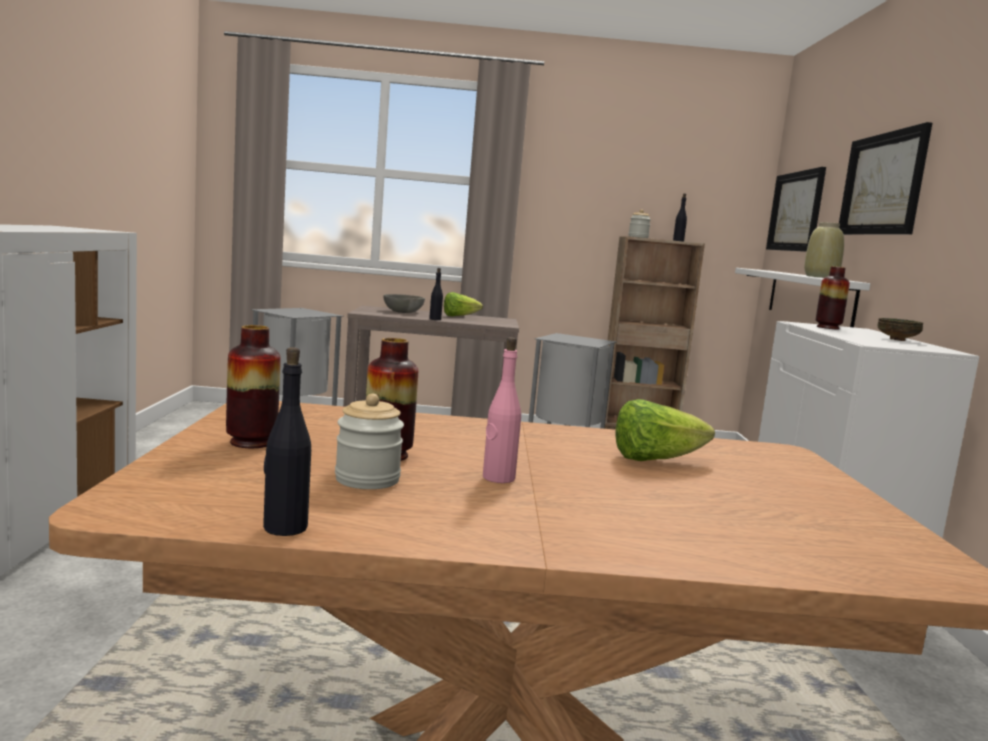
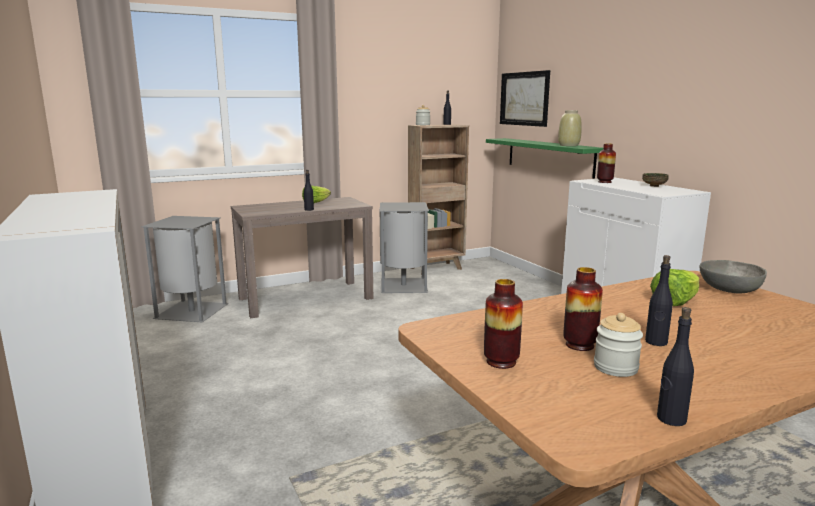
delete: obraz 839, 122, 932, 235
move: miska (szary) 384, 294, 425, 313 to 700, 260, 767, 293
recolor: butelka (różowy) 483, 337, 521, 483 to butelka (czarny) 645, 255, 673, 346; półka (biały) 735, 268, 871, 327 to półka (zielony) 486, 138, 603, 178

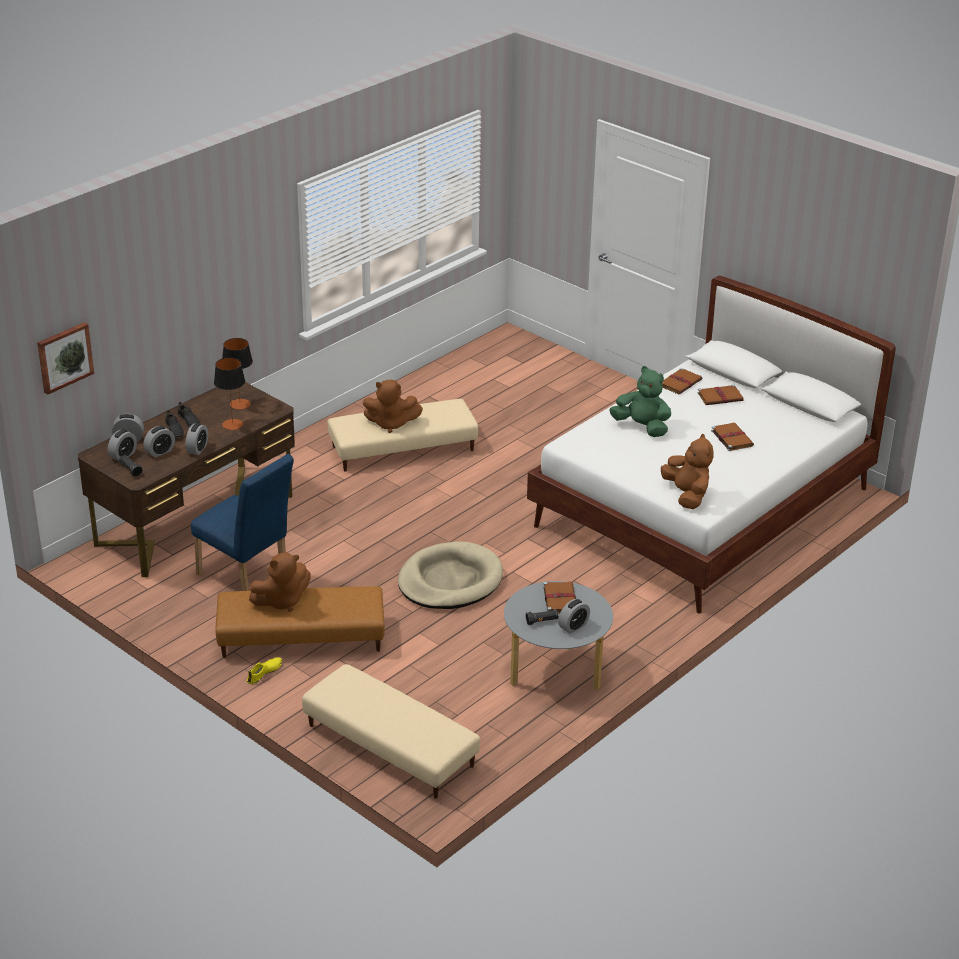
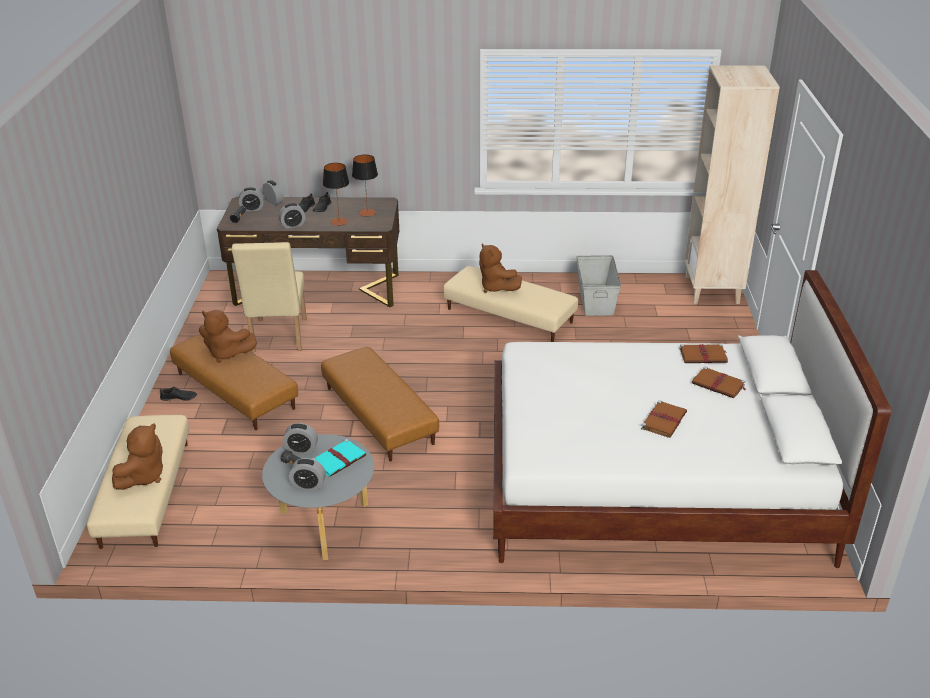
delete: obraz 37, 322, 94, 395; pluszak (zielony) 609, 366, 671, 437
insert: pojemnik do przechowywania (szary) 576, 255, 621, 316; regał (beżowy) 685, 66, 780, 304
move: budzik 144, 426, 175, 458 to 283, 423, 318, 454; pluszak (brązowy) 661, 434, 713, 509 to 112, 424, 163, 490
replace: legowisko (beżowy) 398, 541, 503, 609 to pufa (brązowy) 321, 347, 439, 461
recolor: krzesło (niebieski) 191, 454, 294, 591 to krzesło (beżowy) 232, 242, 307, 352; but (żółty) 247, 657, 282, 684 to but (czarny) 160, 387, 197, 401; książka (brązowy) 543, 582, 576, 613 to książka (turkusowy) 312, 439, 366, 477

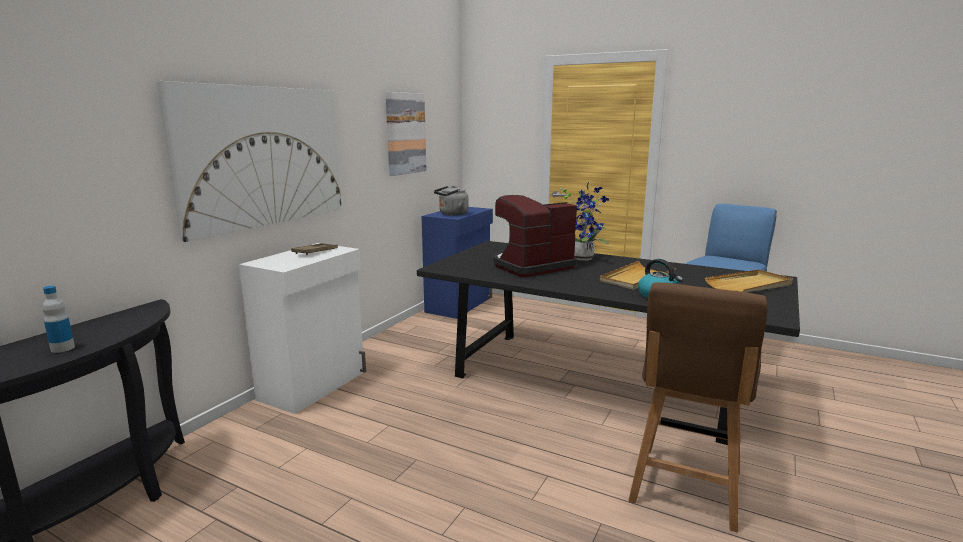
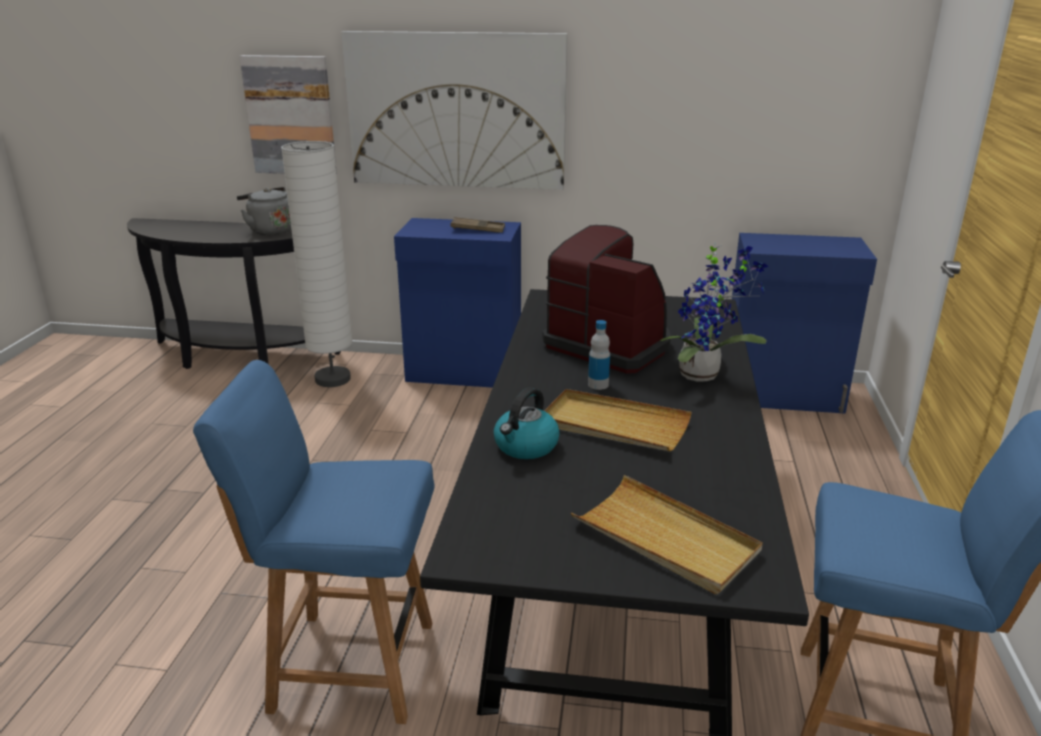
insert: lampa stojąca (biały) 281, 141, 353, 387
move: butelka 42, 286, 75, 353 to 588, 320, 610, 390; obraz 386, 92, 426, 176 to 240, 55, 337, 174; czajnik (szary) 434, 185, 468, 216 to 237, 187, 291, 235
recolor: szafka (biały) 239, 243, 366, 414 to szafka (niebieski) 394, 218, 521, 388; krzesło (brązowy) 628, 282, 768, 532 to krzesło (niebieski) 193, 360, 434, 724

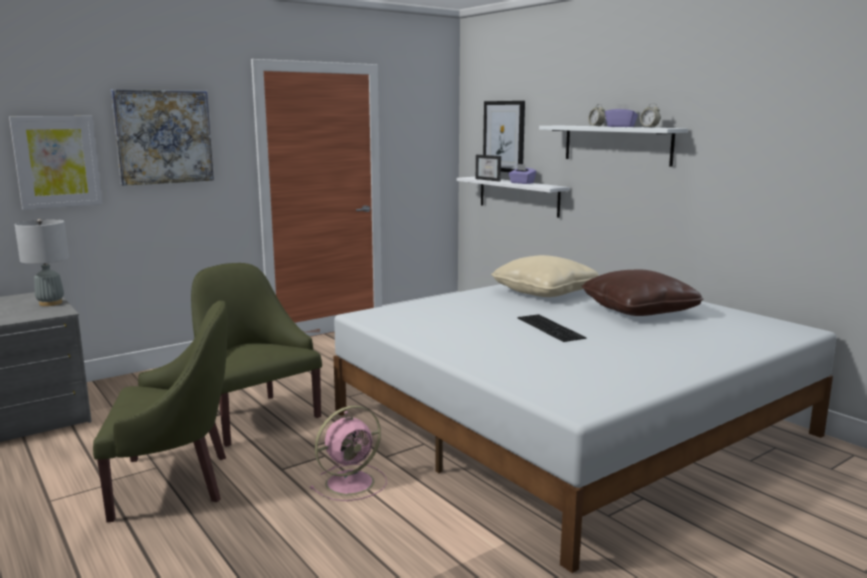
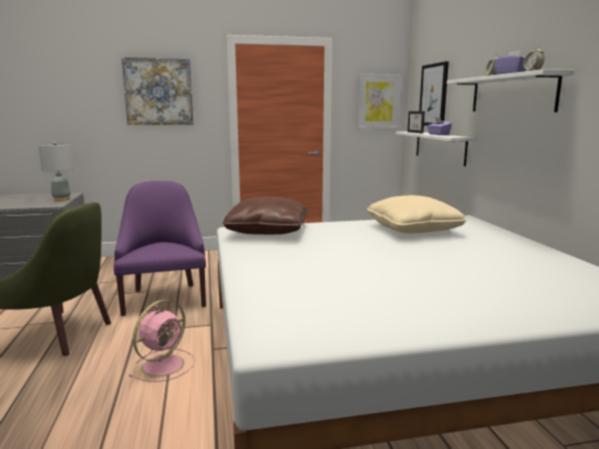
delete: klawiatura 517, 314, 586, 342
move: obraz 9, 116, 102, 210 to 357, 74, 401, 129; poduszka (brązowy) 582, 270, 704, 316 to 222, 196, 308, 235
recolor: fotel (zielony) 191, 263, 322, 447 to fotel (fioletowy) 114, 181, 206, 316
rotate: wentylator (różowy) 310, 405, 387, 501 = 129, 299, 195, 382 45 degrees counterclockwise

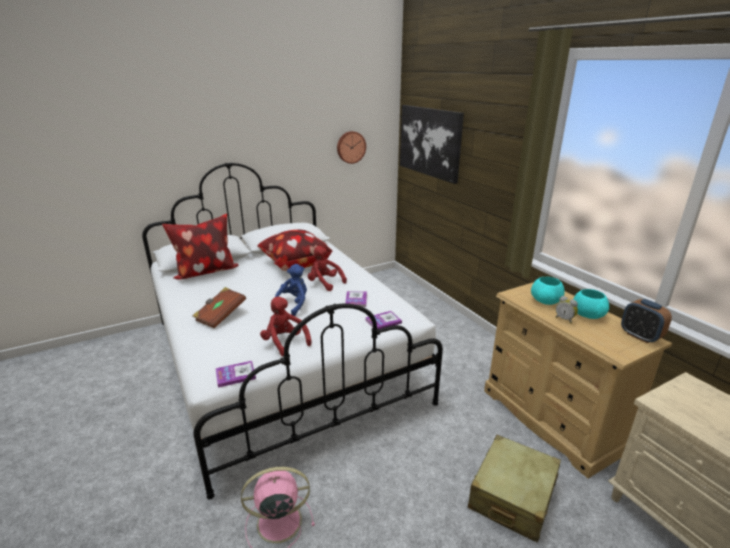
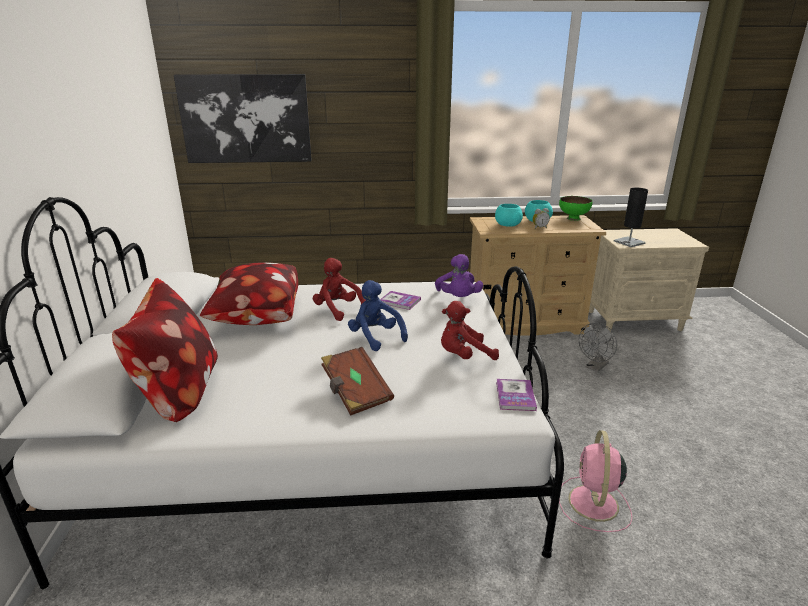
delete: zegar ścienny 337, 131, 366, 164
insert: lampa stołowa (czarny) 614, 188, 648, 247
replace: książka 365, 311, 402, 329 to pluszak (fioletowy) 435, 254, 483, 297; walizka (beżowy) 468, 435, 561, 543 to wentylator (szary) 579, 323, 617, 372; budzik 621, 299, 672, 343 to miska (zielony) 559, 196, 592, 221
rotate: pluszak (czerwony) 308, 246, 347, 291 = 313, 258, 366, 321 75 degrees clockwise

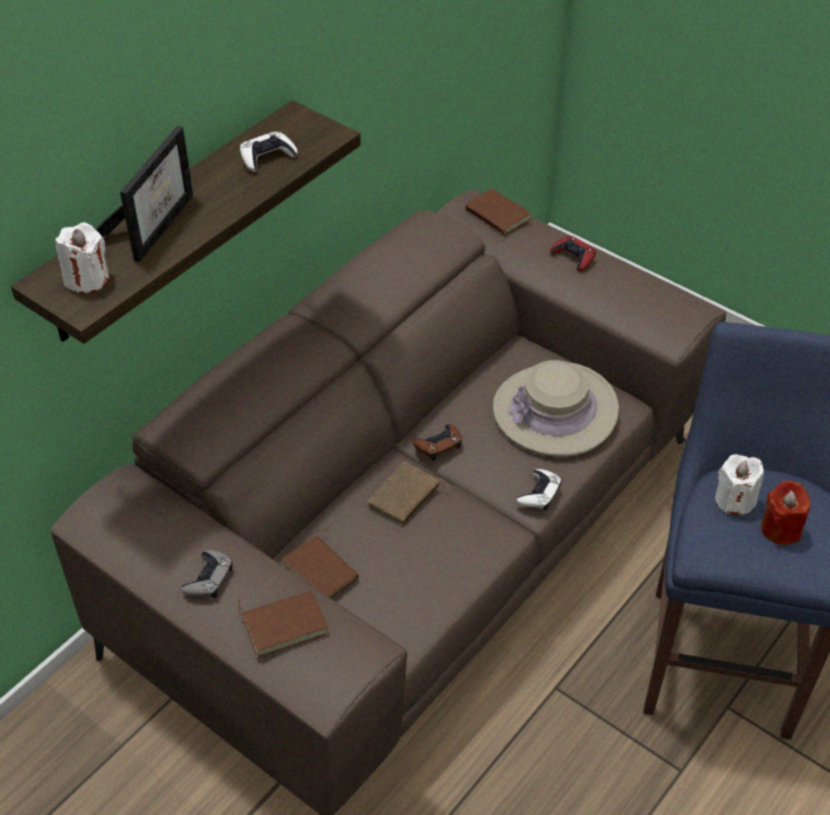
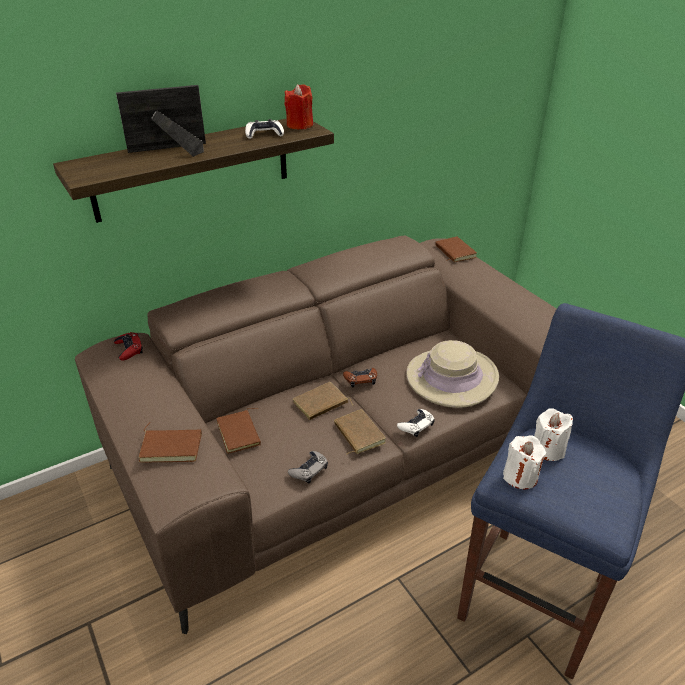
insert: książka (brązowy) 334, 409, 386, 455
move: świeca (biały) 56, 223, 109, 293 to 503, 435, 546, 489; pad do gier (szary) 181, 550, 233, 598 to 288, 451, 328, 483; pad do gier (czerwony) 550, 236, 596, 271 to 114, 332, 143, 361; świeca (czerwony) 761, 480, 811, 545 to 285, 84, 313, 129
rotate: ramka na zdjęcie 95, 126, 193, 262 = 116, 85, 206, 157 150 degrees counterclockwise

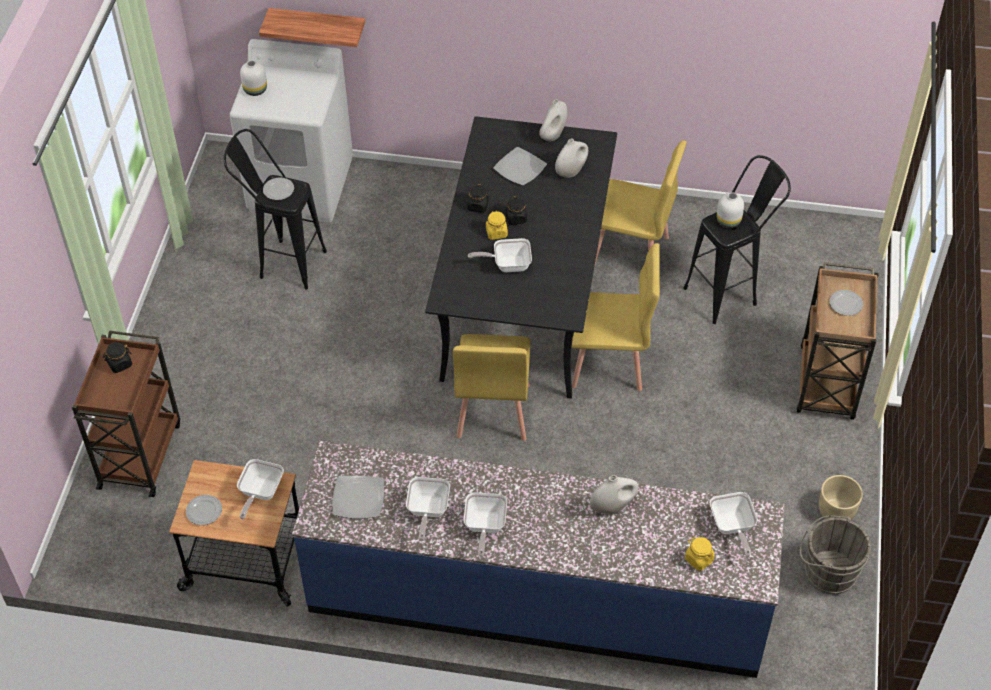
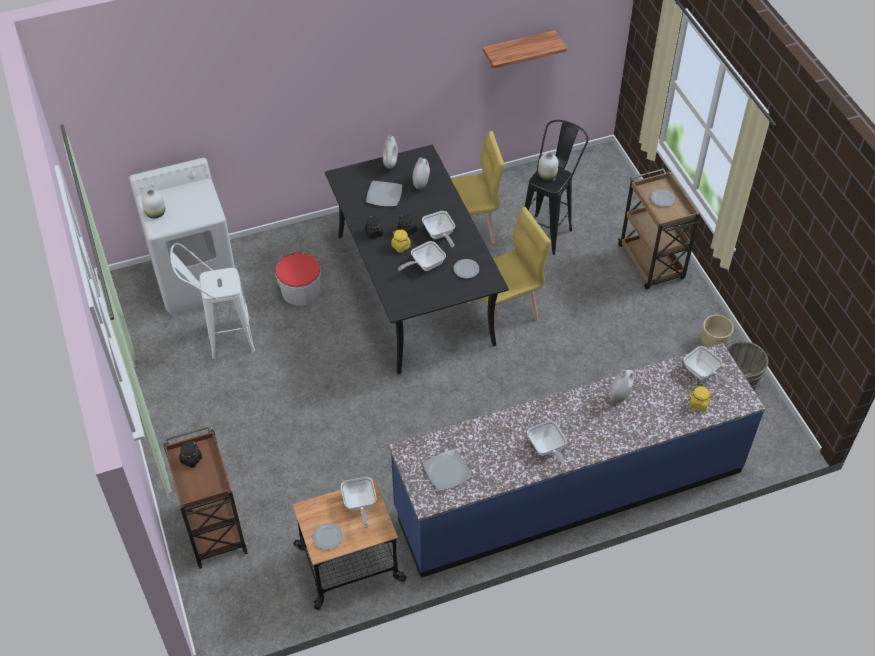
delete: krzesło (żółty) 453, 334, 530, 441
insert: wiadro 275, 252, 321, 306
move: półka 259, 8, 365, 47 to 483, 30, 567, 69; talerz 263, 177, 294, 200 to 453, 259, 479, 278; patelnia 406, 477, 450, 540 to 422, 211, 455, 248
recolor: stołek (czarny) 223, 129, 327, 289 to stołek (biały) 170, 243, 255, 359

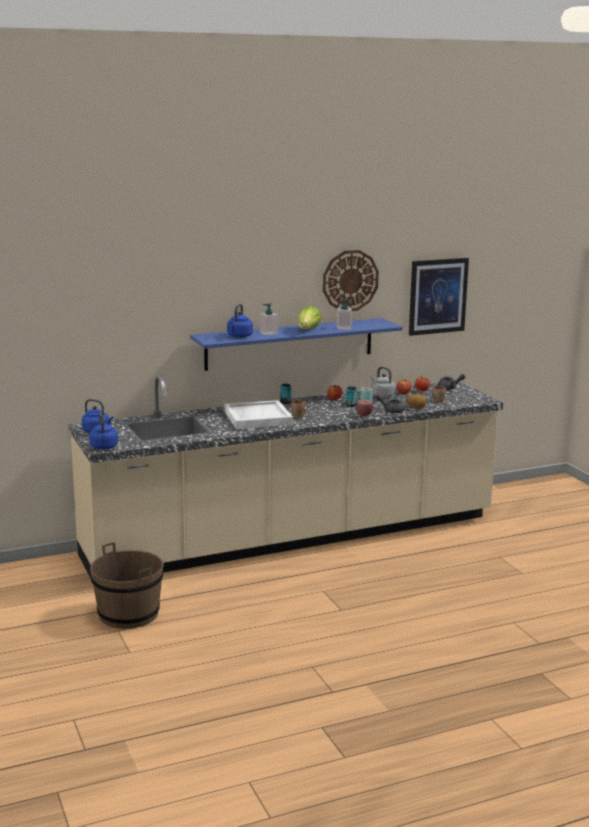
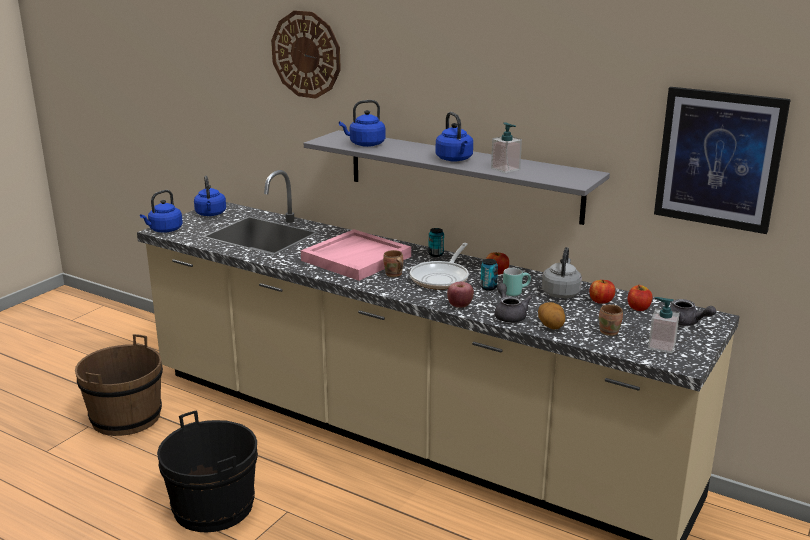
insert: wiadro (czarny) 157, 410, 258, 532; patelnia 410, 243, 469, 290
move: dozownik mydła 260, 303, 278, 336 to 648, 297, 680, 353; zegar ścienny 323, 250, 379, 311 to 271, 11, 341, 99
replace: sałata 298, 306, 321, 329 to czajnik (niebieski) 436, 112, 473, 162
recolor: półka (niebieski) 190, 318, 403, 371 to półka (szary) 304, 130, 610, 225; taca (biały) 224, 400, 293, 429 to taca (różowy) 301, 230, 411, 281

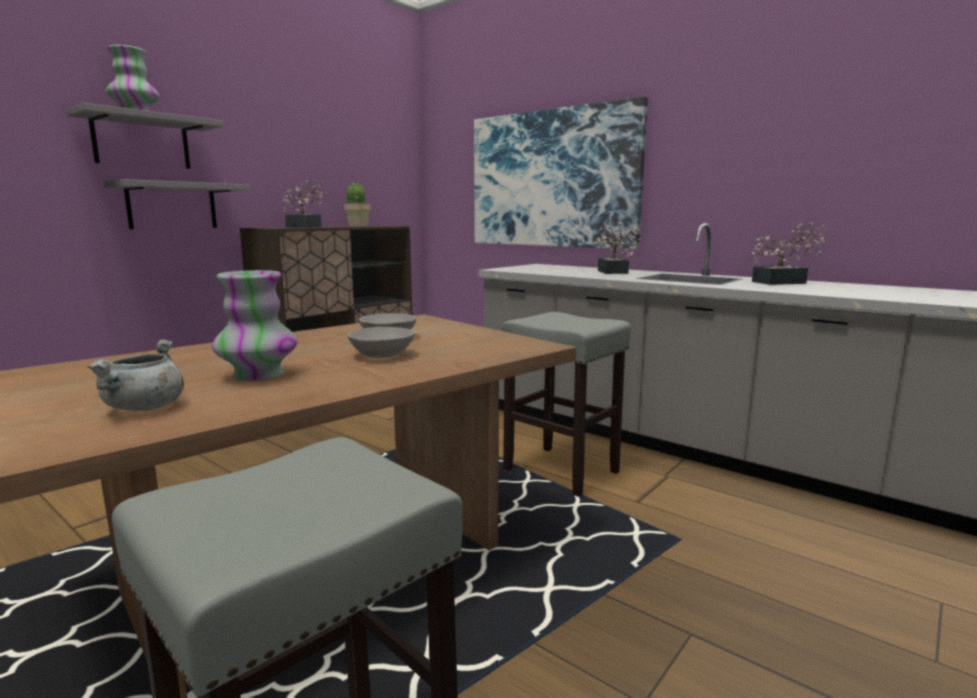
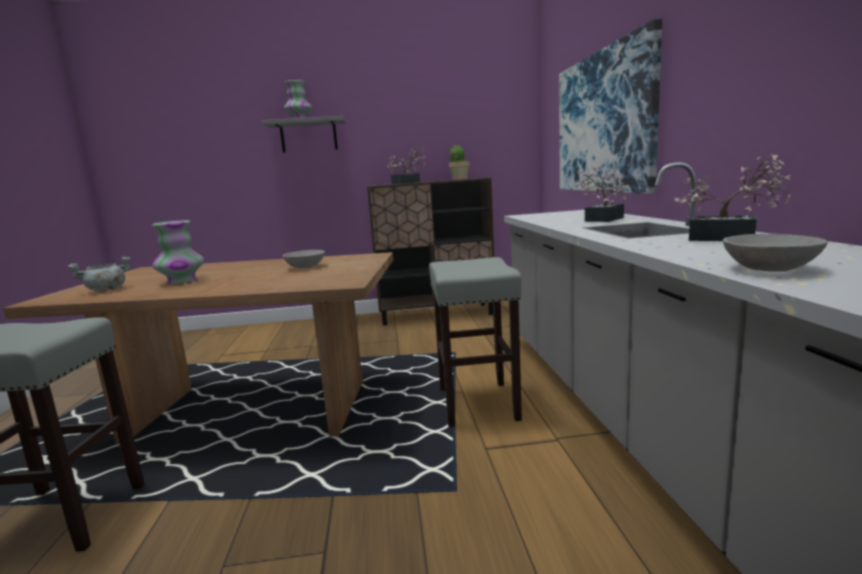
delete: półka (szary) 103, 179, 250, 229
move: miska (szary) 347, 327, 415, 358 to 723, 234, 828, 272

